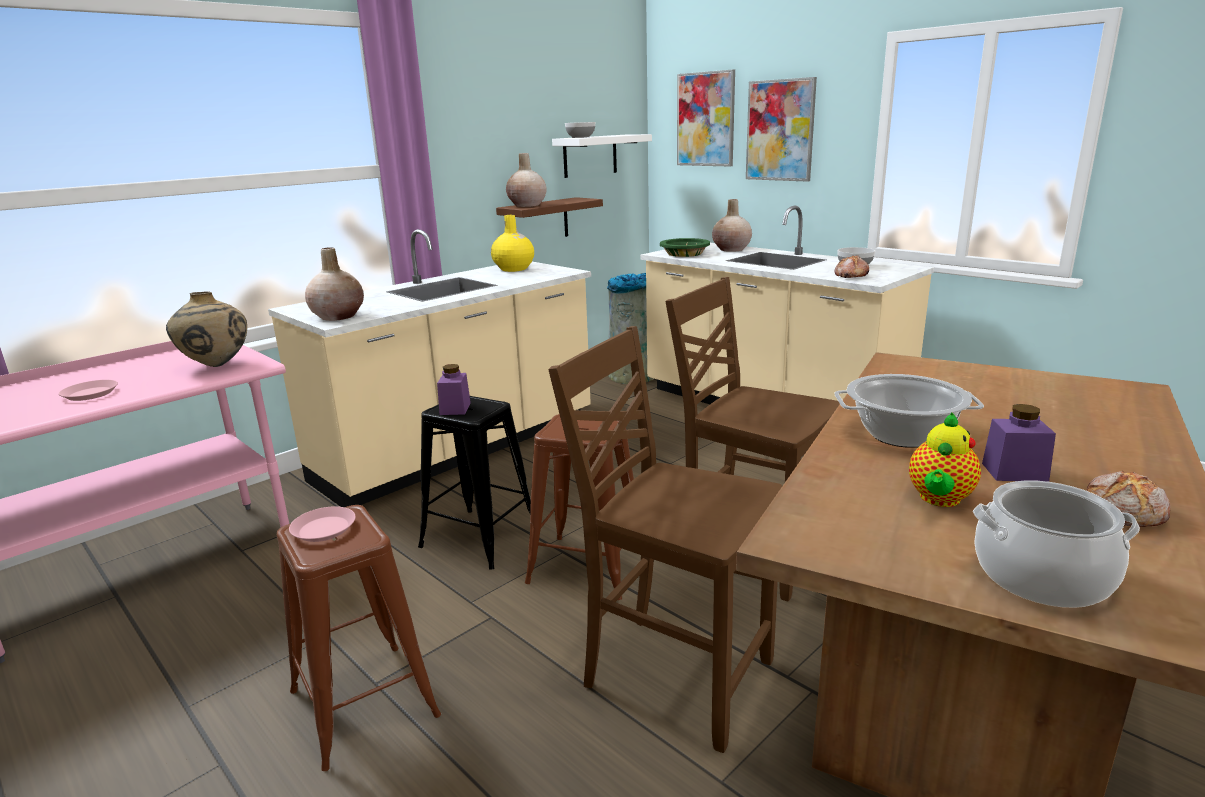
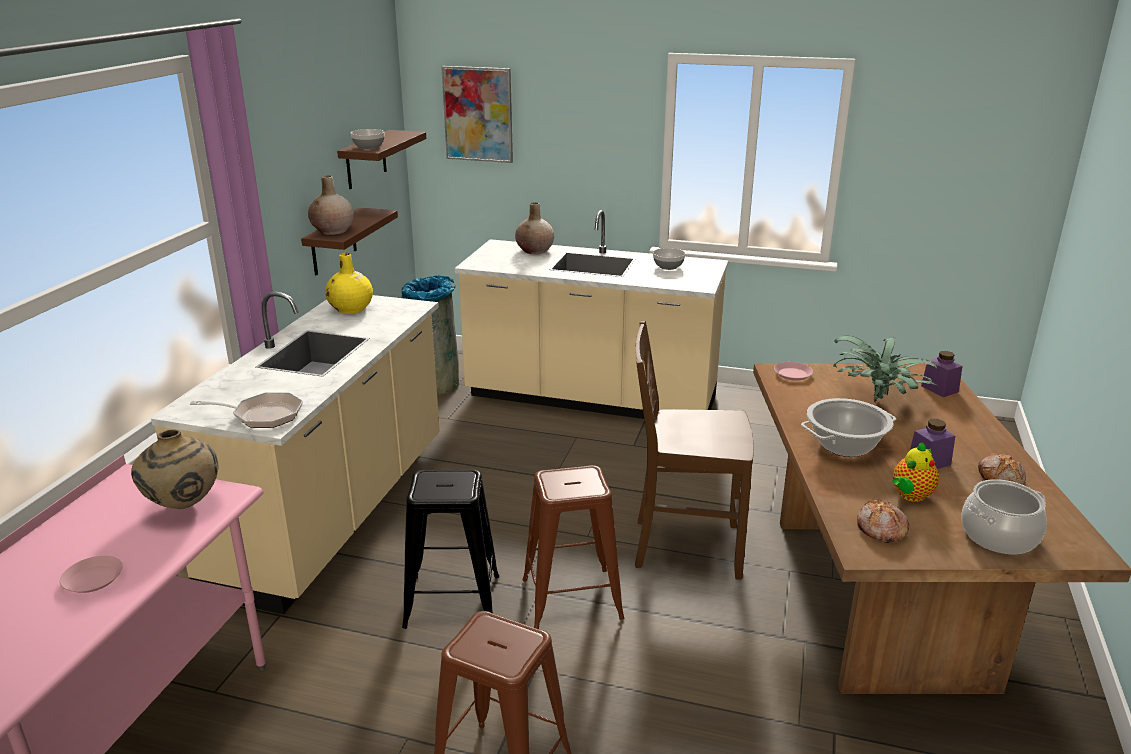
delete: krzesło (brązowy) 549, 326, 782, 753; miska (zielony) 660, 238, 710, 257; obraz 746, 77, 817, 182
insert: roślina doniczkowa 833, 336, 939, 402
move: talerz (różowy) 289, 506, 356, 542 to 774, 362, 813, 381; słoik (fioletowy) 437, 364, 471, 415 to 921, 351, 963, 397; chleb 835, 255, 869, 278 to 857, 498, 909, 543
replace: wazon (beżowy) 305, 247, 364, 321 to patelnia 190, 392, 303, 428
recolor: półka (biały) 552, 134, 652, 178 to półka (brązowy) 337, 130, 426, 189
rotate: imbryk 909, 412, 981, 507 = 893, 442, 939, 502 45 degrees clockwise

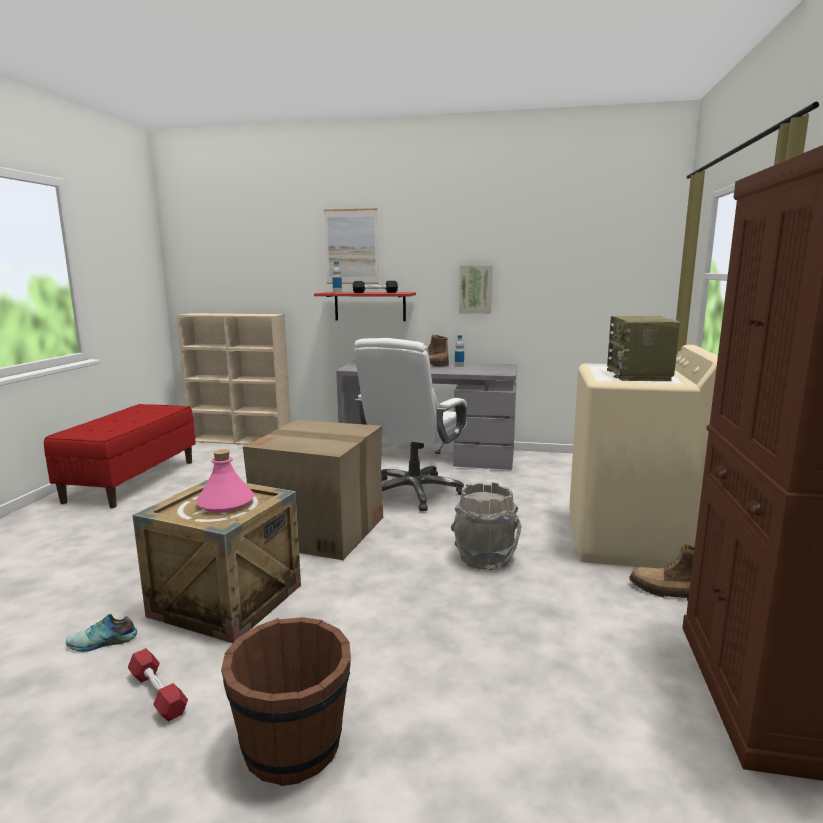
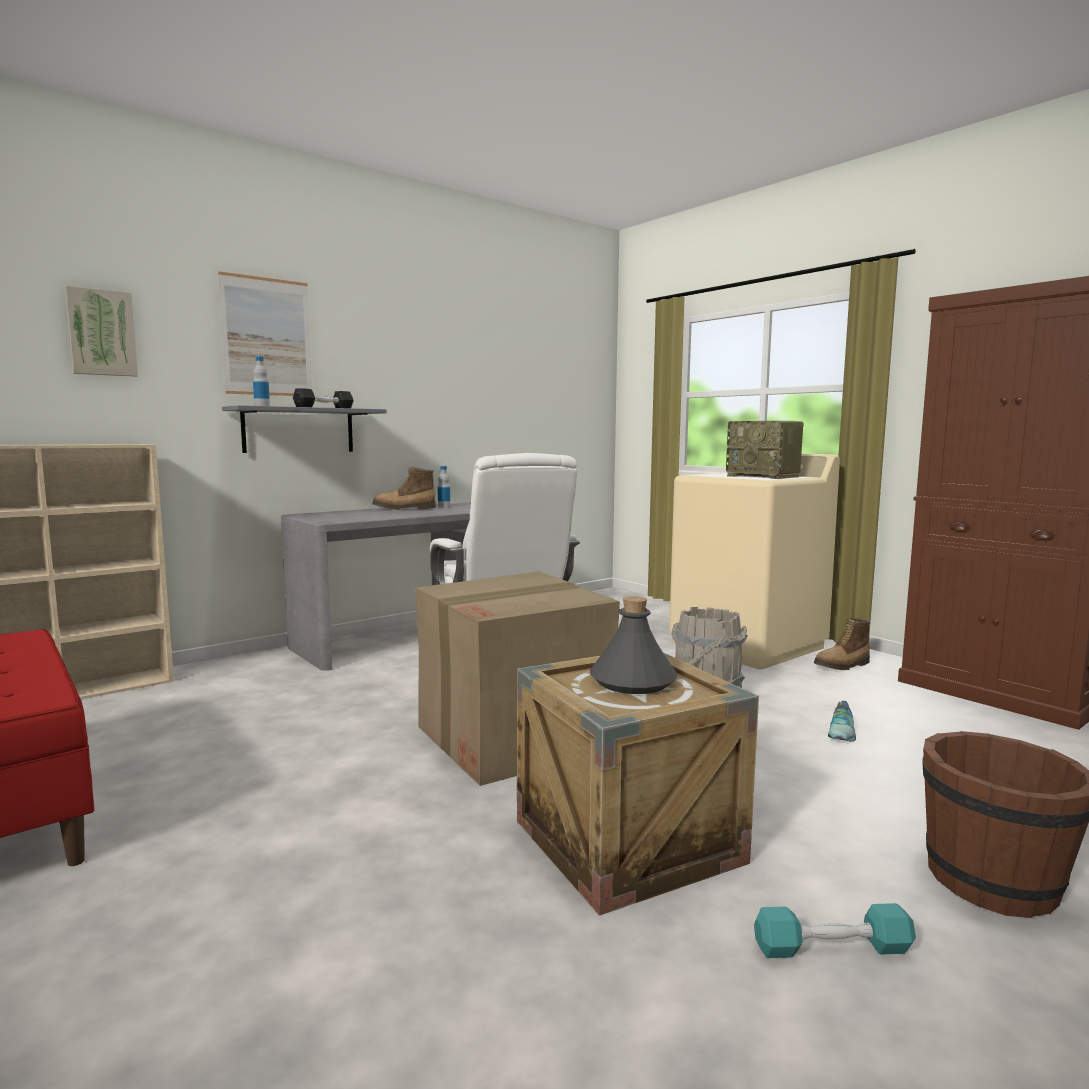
move: but 66, 614, 137, 652 to 828, 701, 856, 742; obraz 459, 265, 492, 314 to 65, 286, 138, 377
recolor: hantel (czerwony) 128, 648, 188, 722 to hantel (turkusowy) 754, 903, 916, 958; butelka (różowy) 196, 449, 254, 513 to butelka (szary) 589, 596, 677, 694; półka (czerwony) 314, 292, 416, 321 to półka (szary) 222, 405, 387, 453

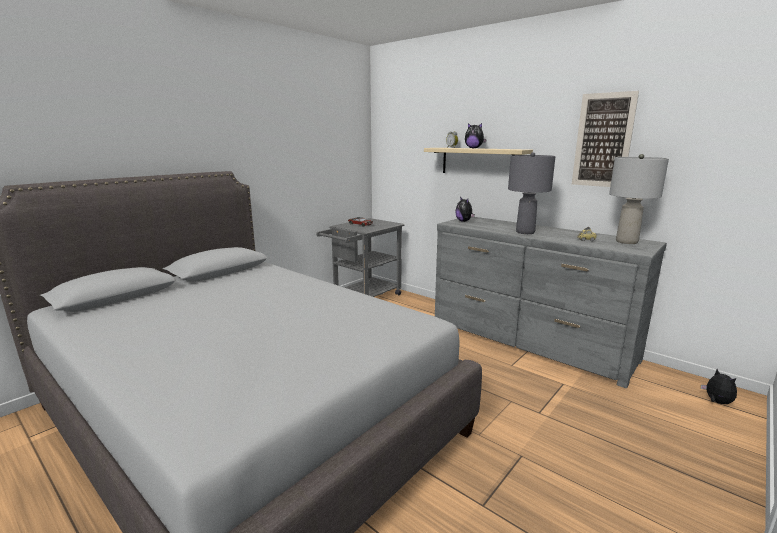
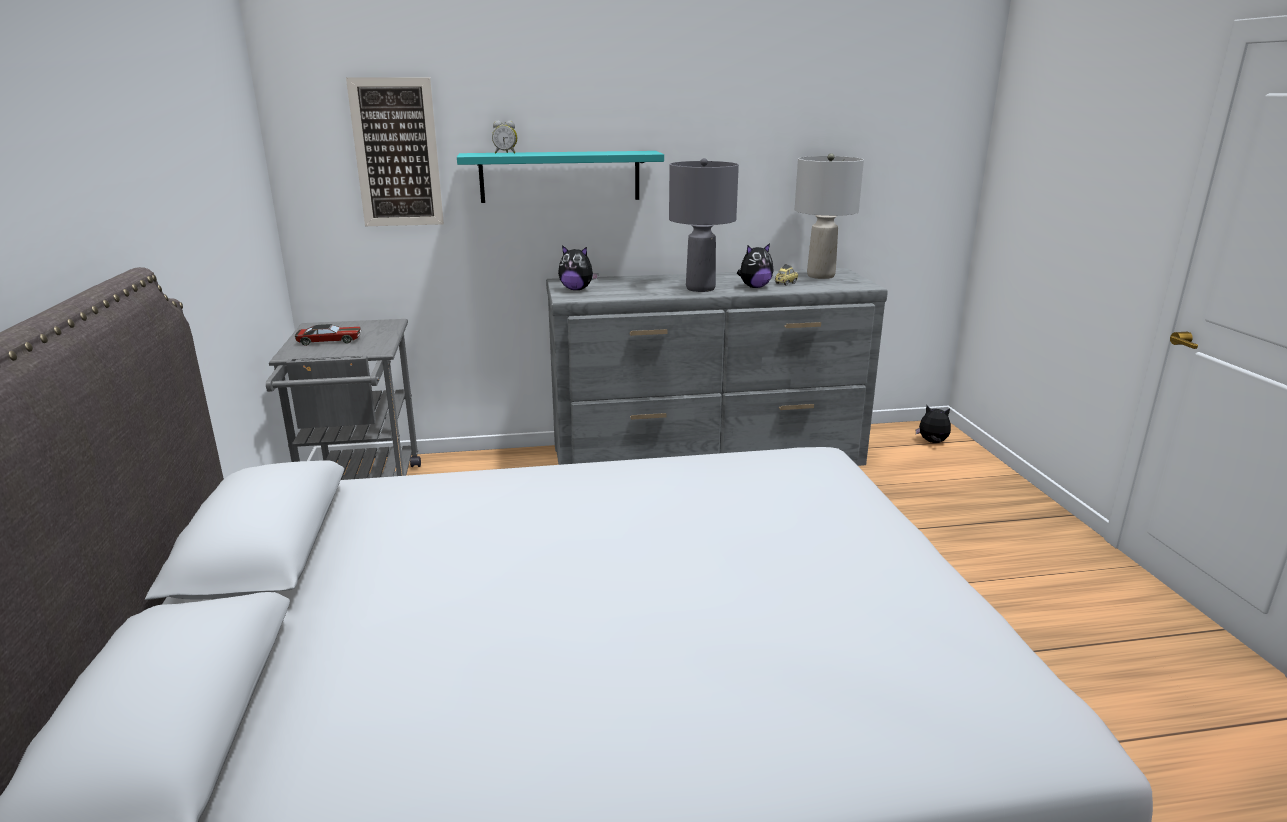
move: pluszak 465, 123, 487, 149 to 737, 243, 774, 288; obraz 572, 91, 639, 187 to 346, 77, 444, 226
recolor: półka (beżowy) 424, 148, 533, 173 to półka (turkusowy) 457, 151, 664, 203

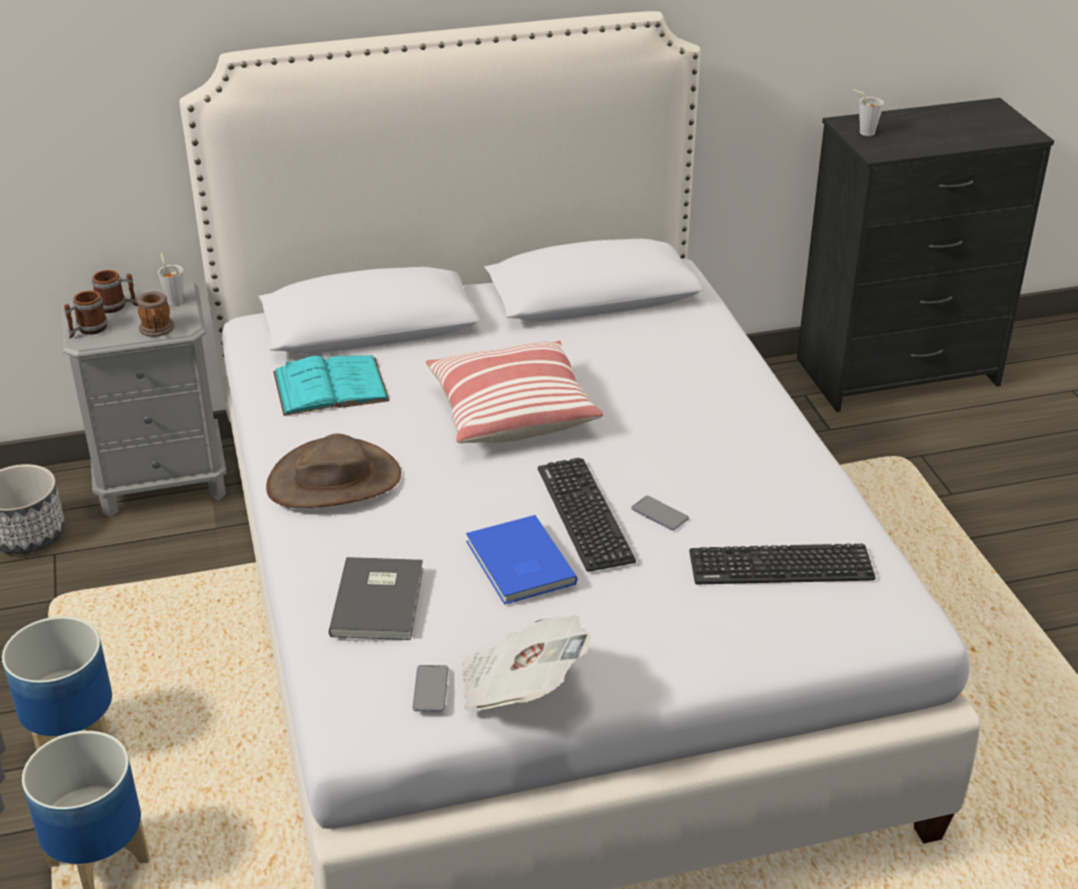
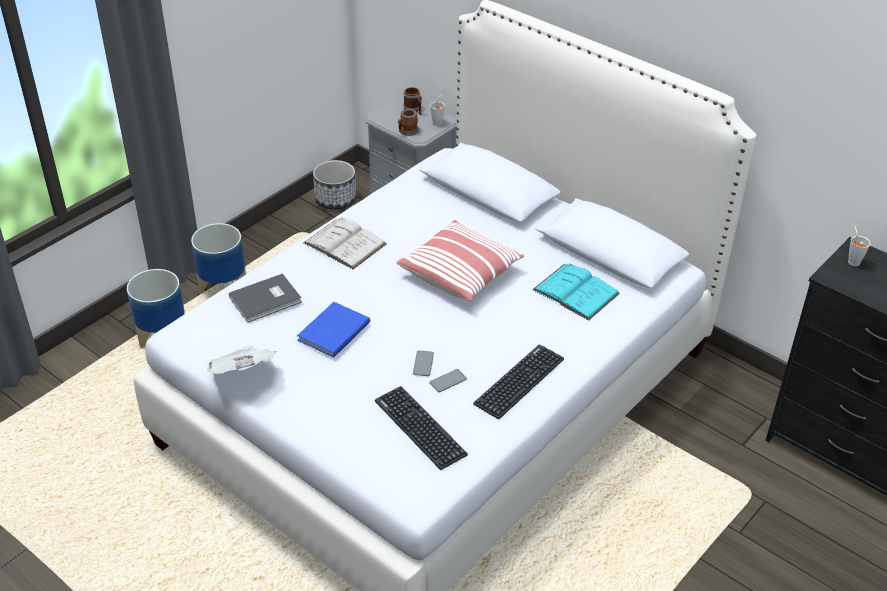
delete: kubek 64, 290, 108, 339
move: książka (turkusowy) 273, 355, 390, 416 to 533, 263, 620, 320; telefon 413, 665, 448, 712 to 429, 369, 467, 392; klawiatura 538, 458, 636, 572 to 473, 345, 564, 419
replace: kapelusz (brązowy) 266, 434, 401, 508 to książka (biały) 304, 217, 387, 269

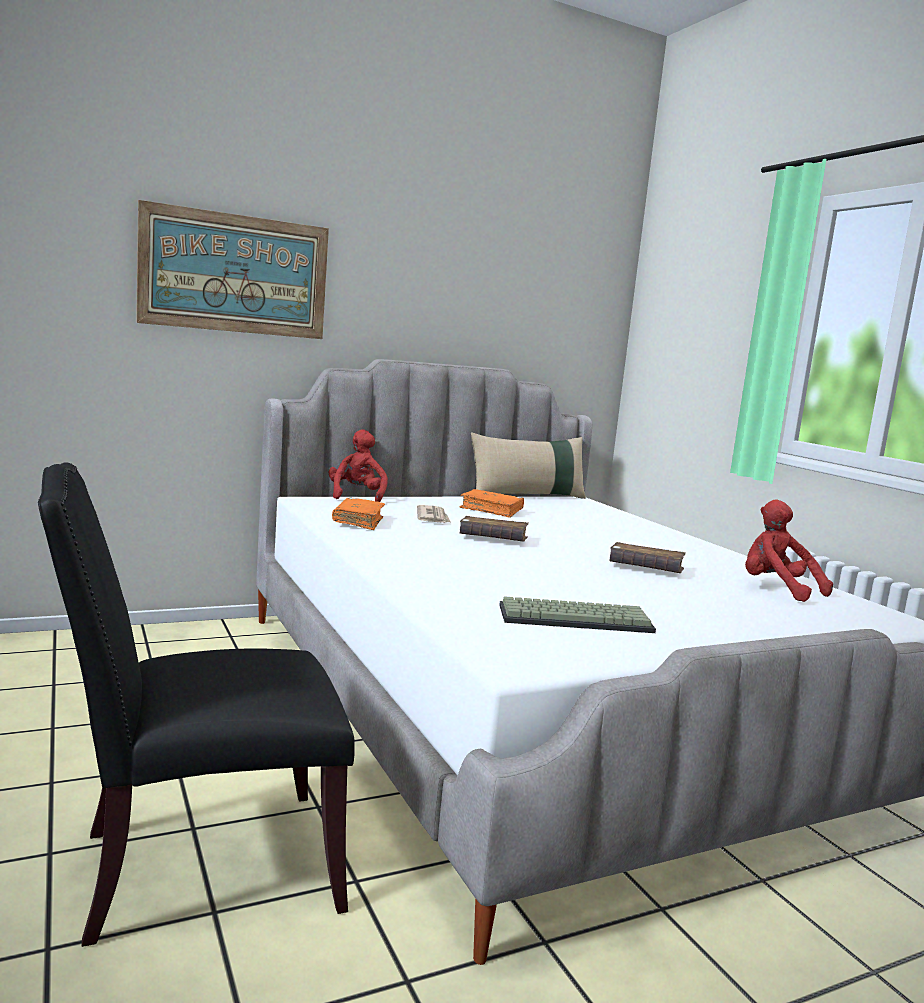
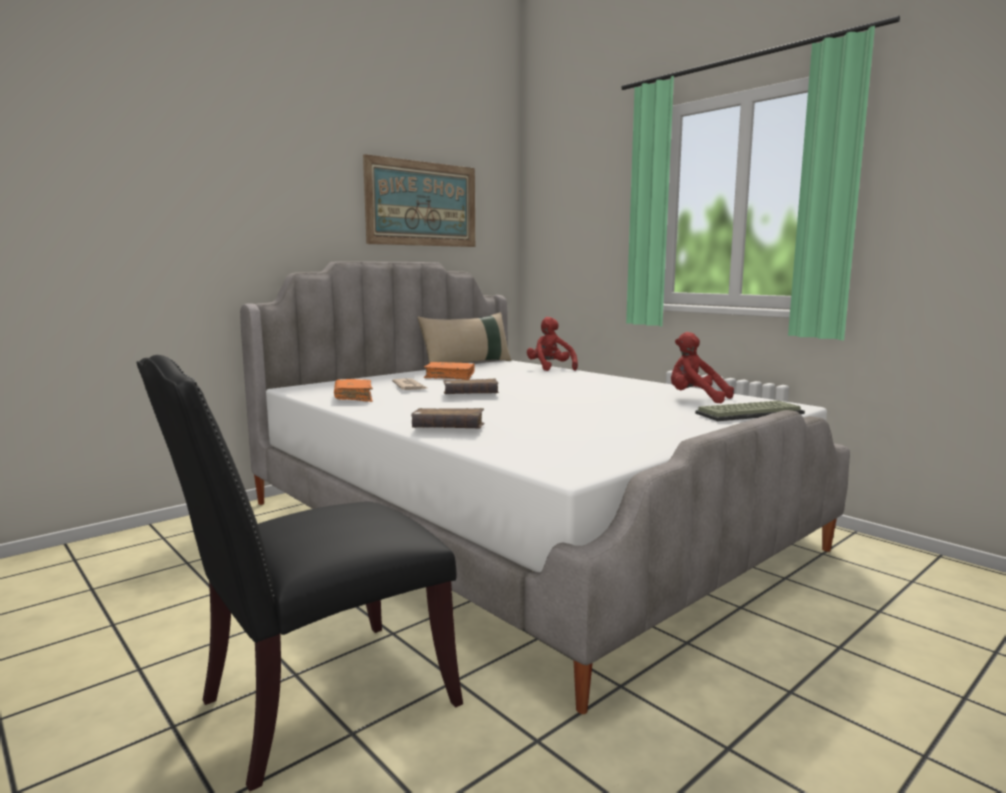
move: obraz 136, 200, 329, 339 to 363, 154, 475, 247; pluszak (czerwony) 329, 429, 388, 502 to 527, 317, 578, 371; klawiatura 499, 596, 656, 633 to 695, 400, 805, 421; książka (brązowy) 609, 542, 686, 573 to 411, 408, 484, 429

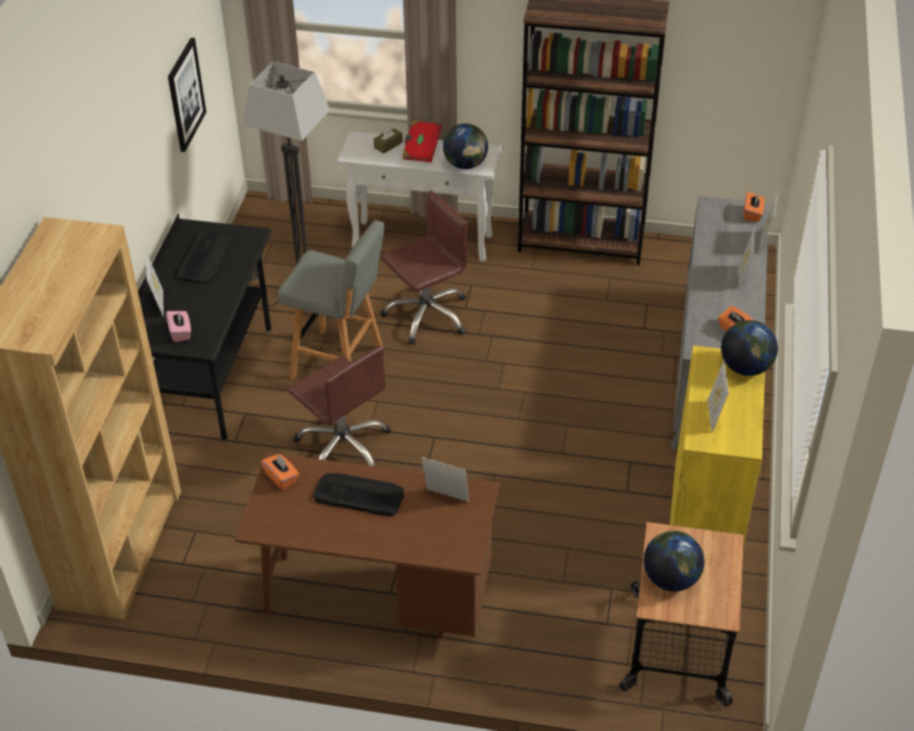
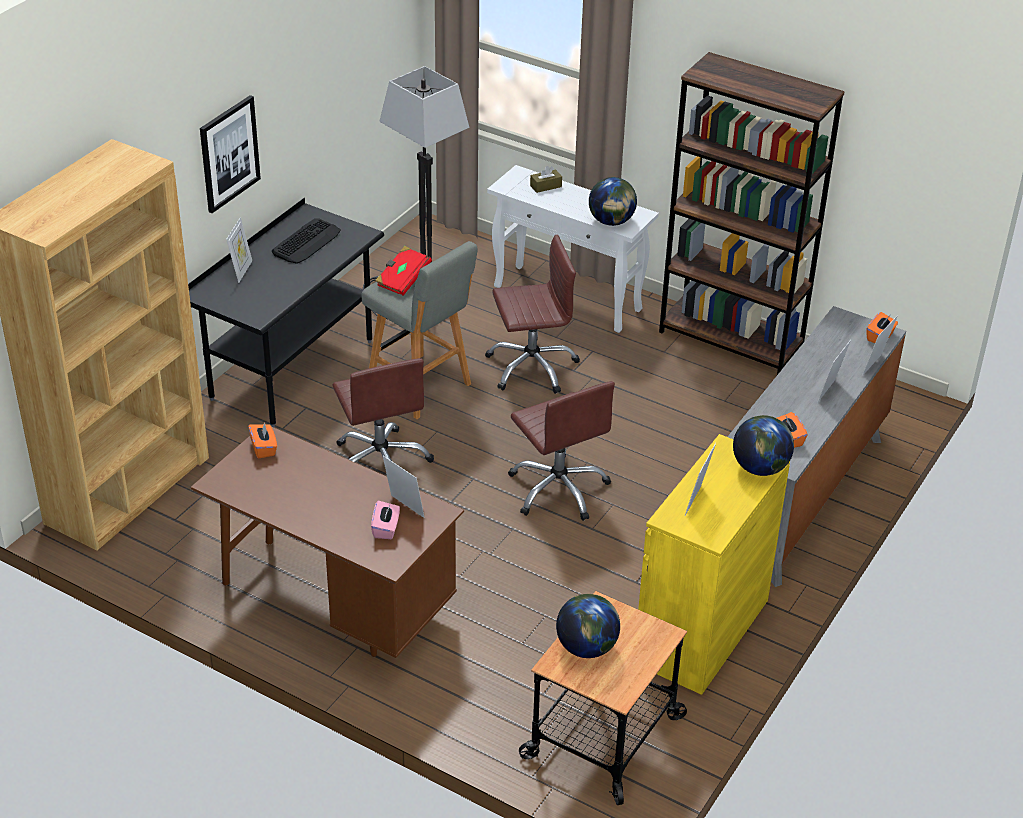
delete: klawiatura 313, 473, 404, 516
insert: krzesło biurowe (brązowy) 508, 381, 615, 521
move: pudełko chusteczek (różowy) 166, 311, 191, 342 to 371, 501, 400, 539; obraz 168, 38, 206, 152 to 200, 95, 261, 213; książka (czerwony) 402, 120, 442, 162 to 375, 246, 432, 296

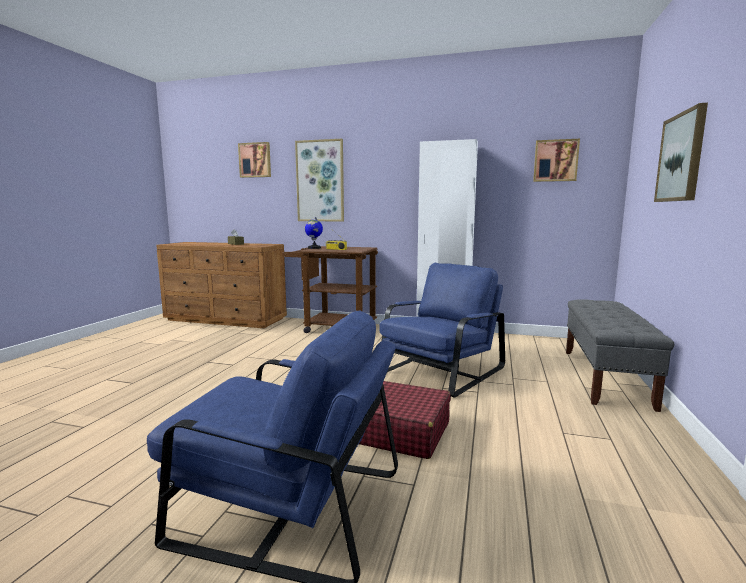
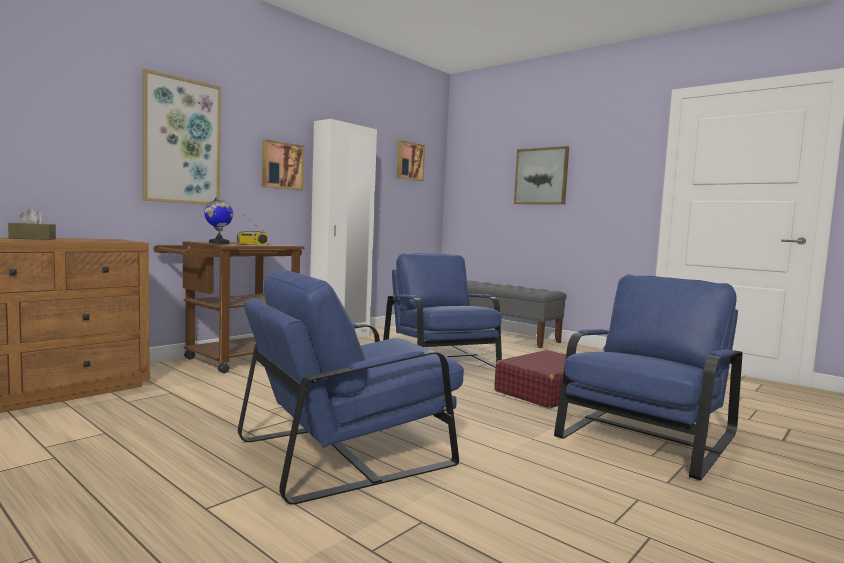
insert: fotel (niebieski) 238, 269, 464, 504
move: obraz 238, 142, 271, 178 to 262, 139, 304, 191

